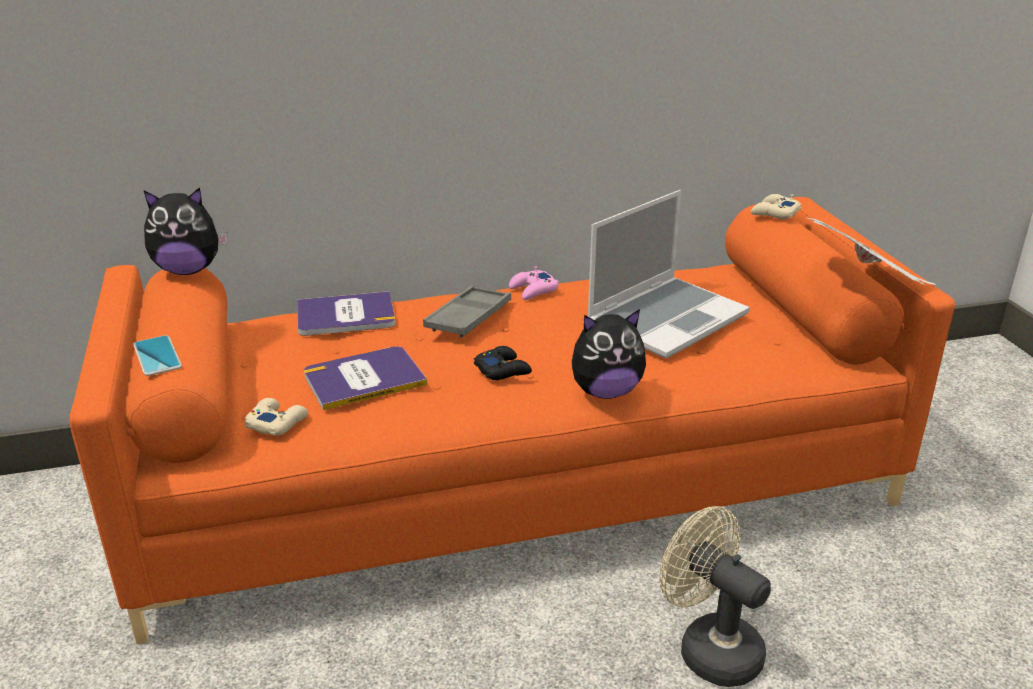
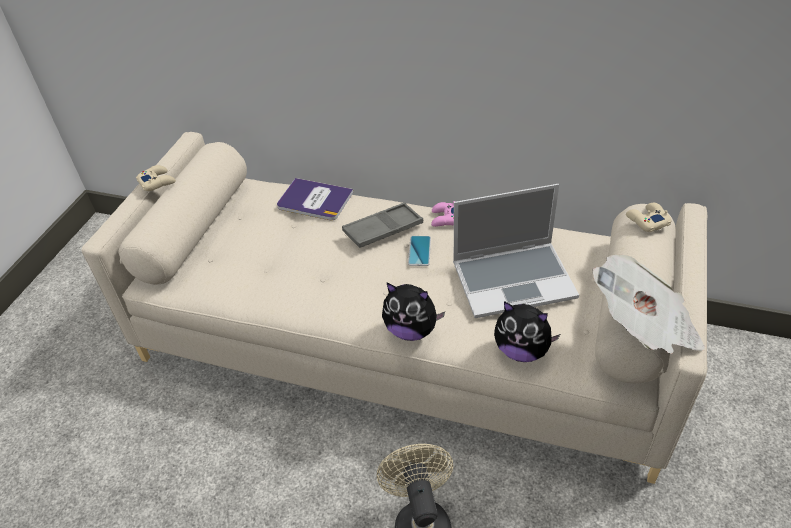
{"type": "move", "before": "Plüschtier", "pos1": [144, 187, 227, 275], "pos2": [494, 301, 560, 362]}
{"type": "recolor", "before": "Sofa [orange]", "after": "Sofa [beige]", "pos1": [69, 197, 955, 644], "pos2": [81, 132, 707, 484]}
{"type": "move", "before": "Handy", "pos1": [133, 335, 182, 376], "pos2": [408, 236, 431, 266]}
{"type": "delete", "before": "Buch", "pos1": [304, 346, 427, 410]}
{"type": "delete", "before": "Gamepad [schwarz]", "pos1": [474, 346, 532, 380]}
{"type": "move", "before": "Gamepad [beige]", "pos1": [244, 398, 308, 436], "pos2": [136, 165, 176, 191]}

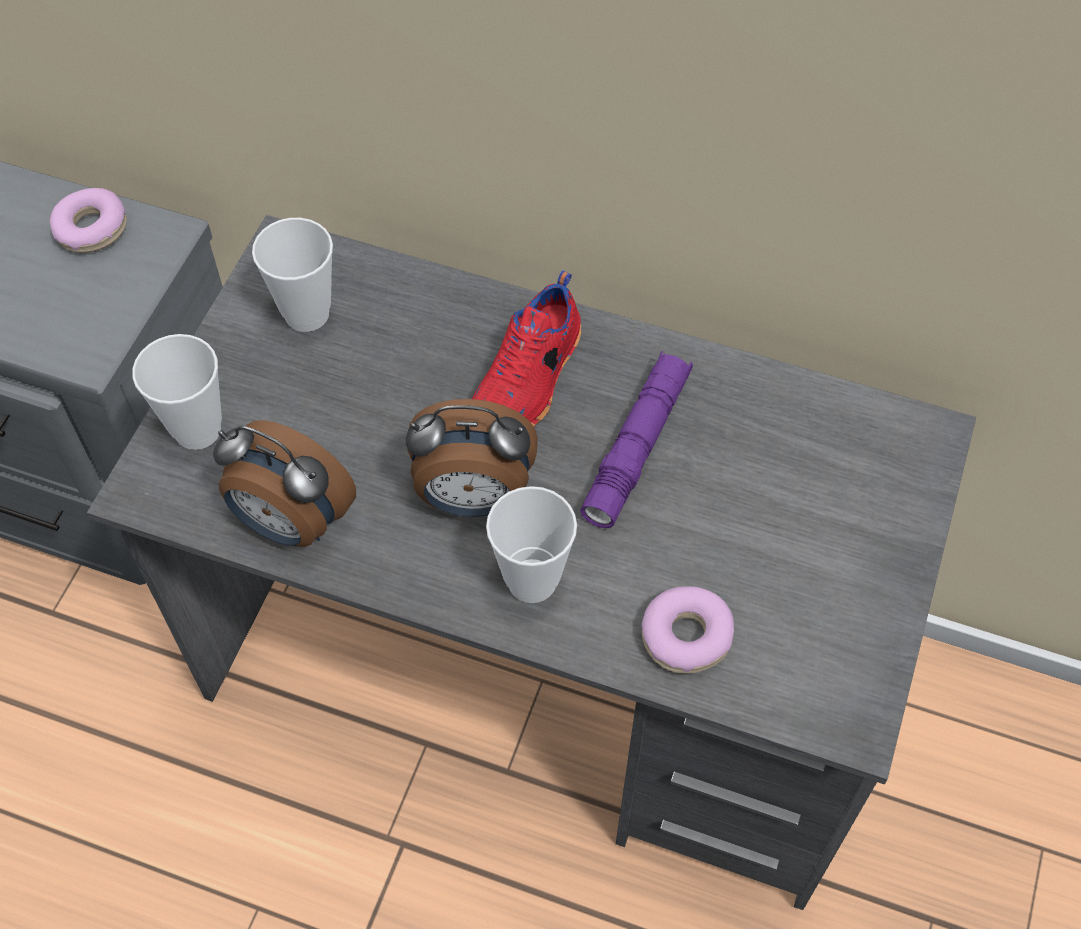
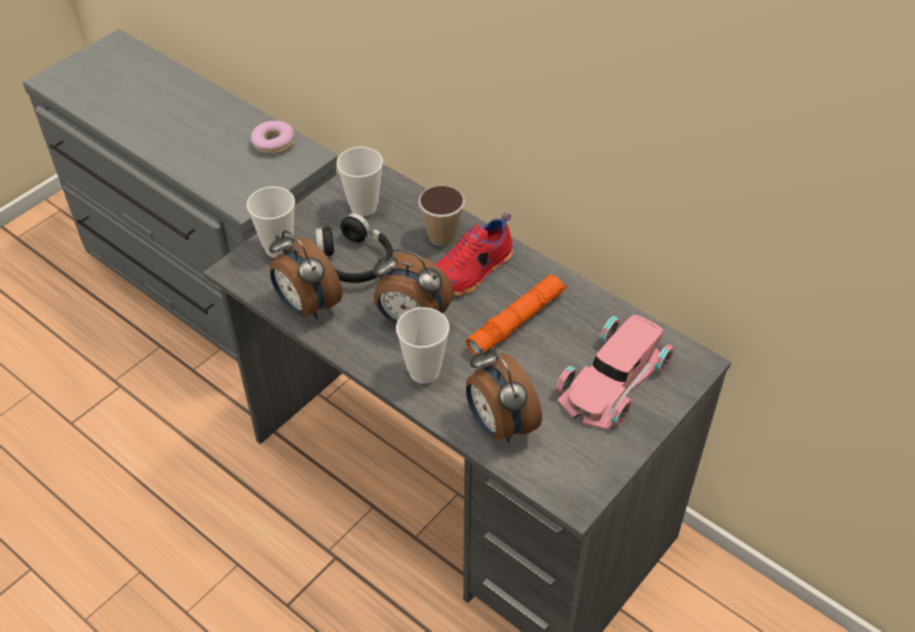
{"type": "recolor", "before": "Taschenlampe [lila]", "after": "Taschenlampe [orange]", "pos1": [580, 351, 693, 528], "pos2": [466, 274, 567, 355]}
{"type": "replace", "before": "Donut", "after": "Wecker", "pos1": [641, 586, 734, 674], "pos2": [466, 347, 542, 443]}
{"type": "insert", "after": "Tasse", "pos2": [418, 185, 465, 246]}
{"type": "insert", "after": "Kopfhörer [schwarz]", "pos2": [315, 213, 393, 283]}
{"type": "insert", "after": "Spielzeugauto [rosa]", "pos2": [556, 314, 674, 430]}

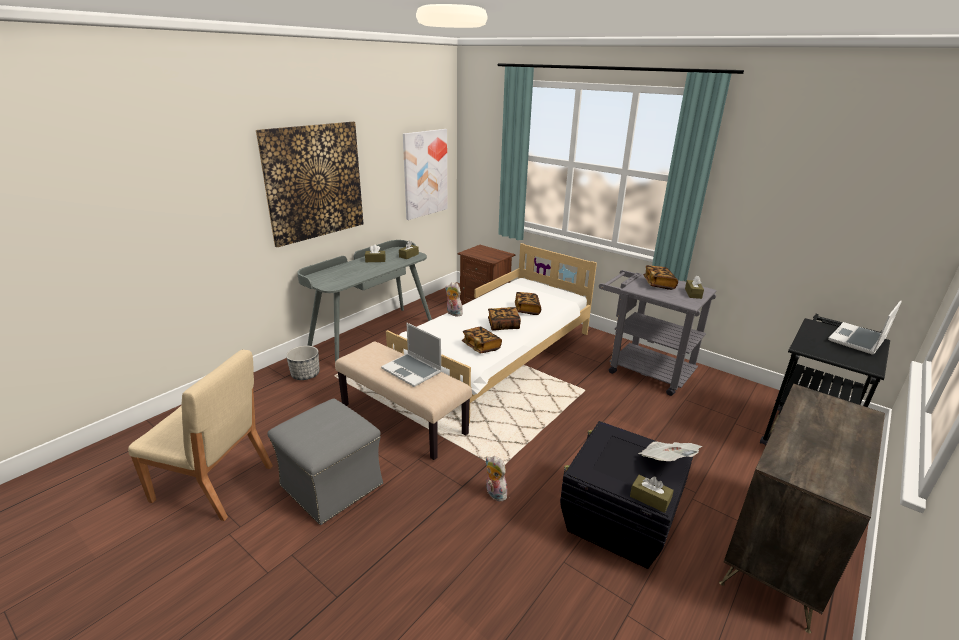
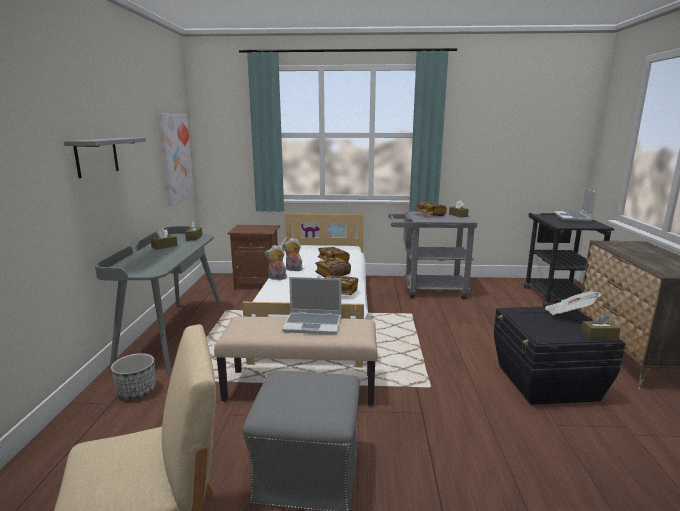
{"type": "replace", "before": "Bild", "after": "Wandregal [grau]", "pos1": [256, 122, 363, 247], "pos2": [64, 138, 146, 178]}
{"type": "move", "before": "Plüschtier", "pos1": [486, 456, 508, 502], "pos2": [283, 238, 303, 271]}

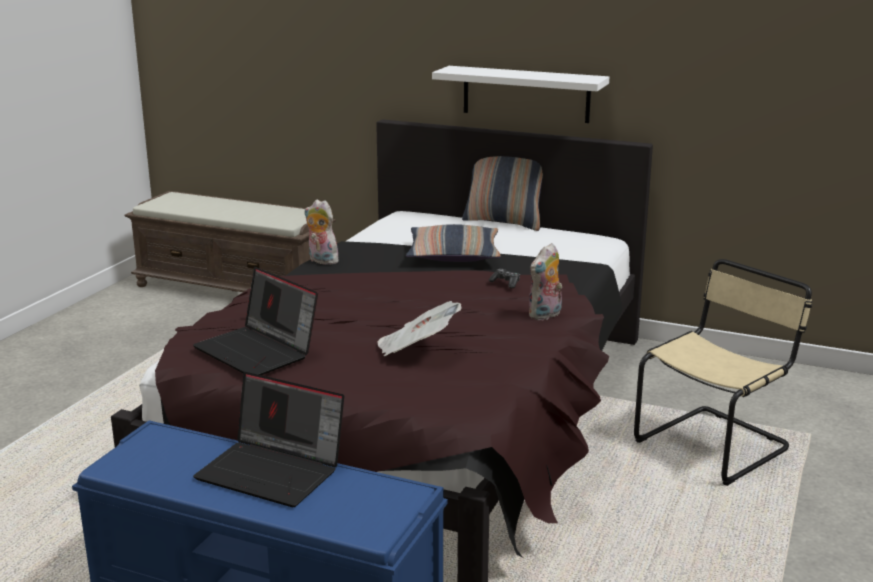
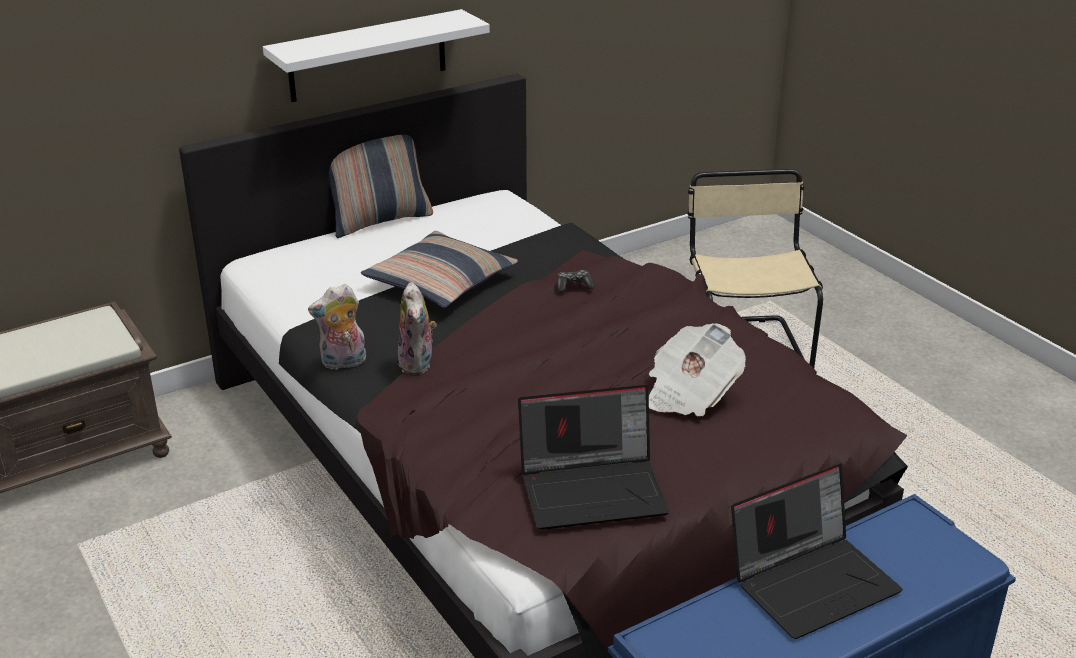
{"type": "move", "before": "Plüschtier", "pos1": [529, 243, 562, 321], "pos2": [398, 282, 437, 375]}

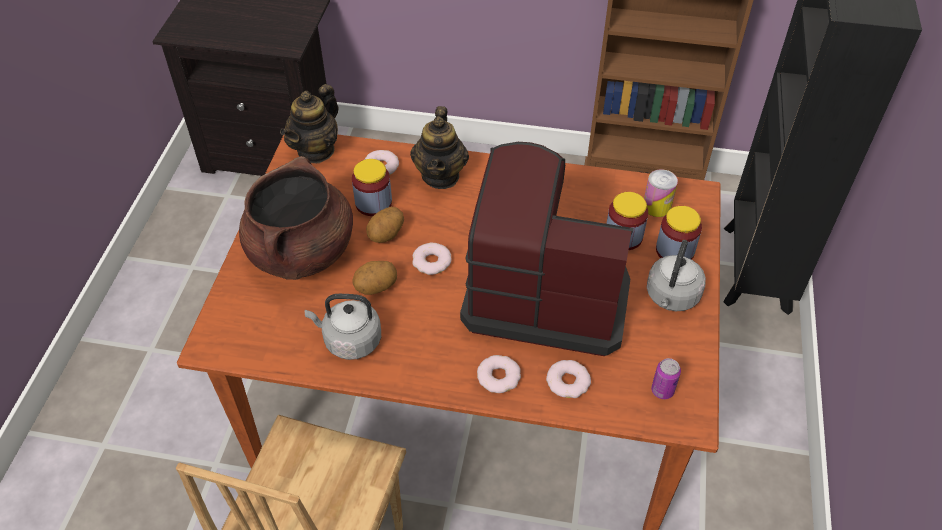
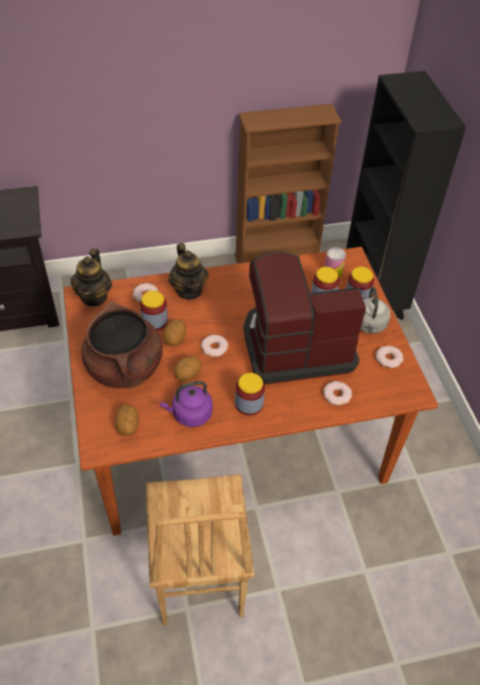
{"type": "recolor", "before": "Wasserkessel [grau]", "after": "Wasserkessel [lila]", "pos1": [305, 294, 381, 360], "pos2": [160, 381, 213, 427]}
{"type": "move", "before": "Donut", "pos1": [477, 355, 521, 393], "pos2": [376, 346, 404, 368]}
{"type": "delete", "before": "Dose", "pos1": [651, 358, 681, 399]}
{"type": "insert", "after": "Vorratsglas", "pos2": [235, 373, 265, 415]}
{"type": "insert", "after": "Kartoffel", "pos2": [115, 404, 139, 436]}

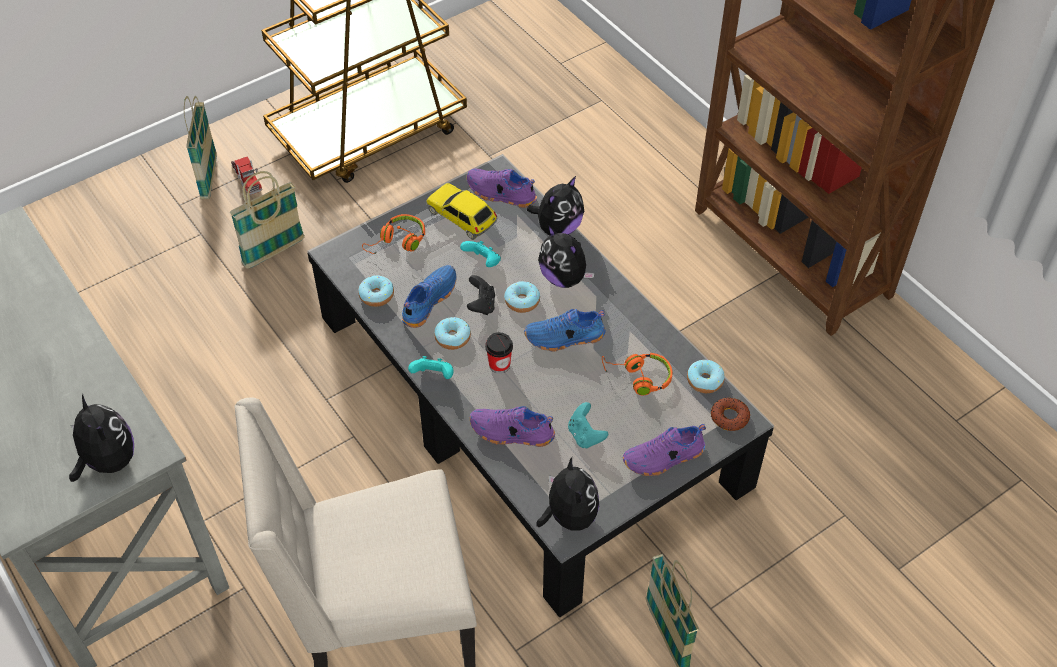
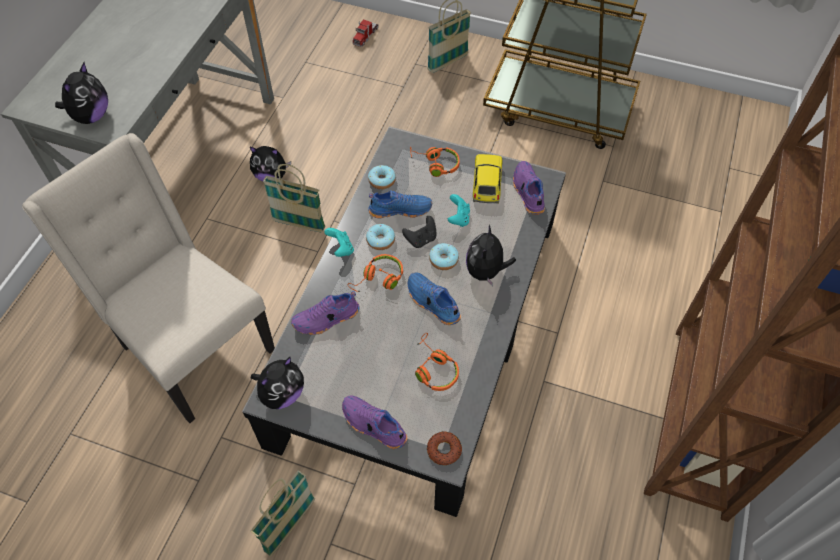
{"type": "move", "before": "Spielzeuglaster", "pos1": [231, 156, 262, 195], "pos2": [352, 19, 379, 47]}
{"type": "move", "before": "Korb", "pos1": [230, 171, 305, 268], "pos2": [263, 164, 325, 232]}
{"type": "move", "before": "Plüschtier", "pos1": [527, 176, 584, 235], "pos2": [249, 146, 291, 182]}
{"type": "replace", "before": "Tasse", "after": "Kopfhörer [orange]", "pos1": [485, 332, 513, 374], "pos2": [348, 254, 403, 292]}
{"type": "delete", "before": "Donut", "pos1": [687, 359, 725, 393]}
{"type": "delete", "before": "Gamepad [türkis]", "pos1": [568, 402, 608, 448]}
{"type": "rotate", "before": "Schuh [lila]", "pos1": [470, 406, 555, 447], "pos2": [291, 291, 359, 335], "turn": -90}

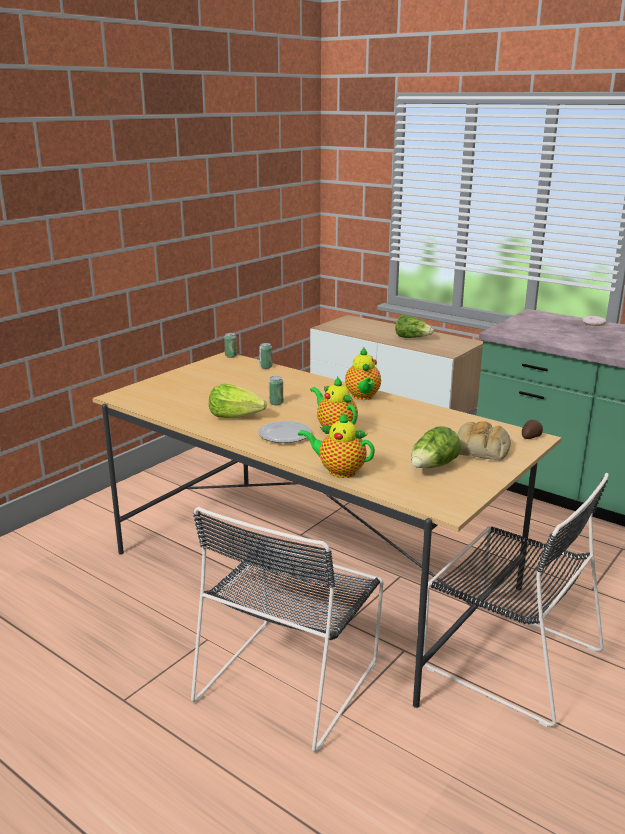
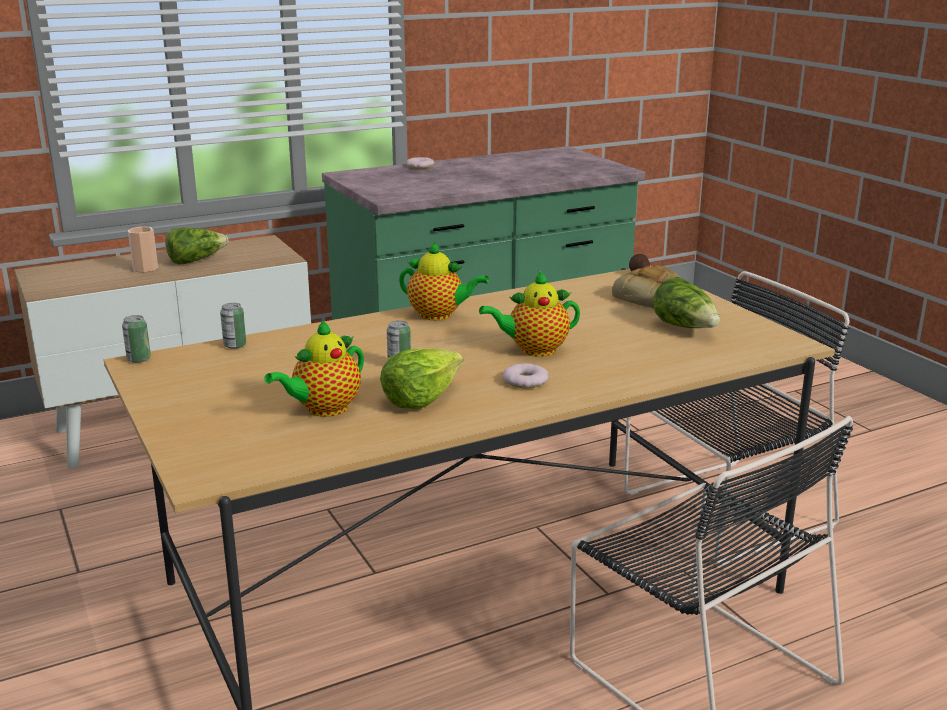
{"type": "move", "before": "Teekanne", "pos1": [298, 412, 375, 478], "pos2": [264, 320, 364, 417]}
{"type": "replace", "before": "Teller", "after": "Donut", "pos1": [258, 421, 311, 443], "pos2": [503, 363, 548, 389]}
{"type": "insert", "after": "Tasse", "pos2": [128, 226, 158, 273]}

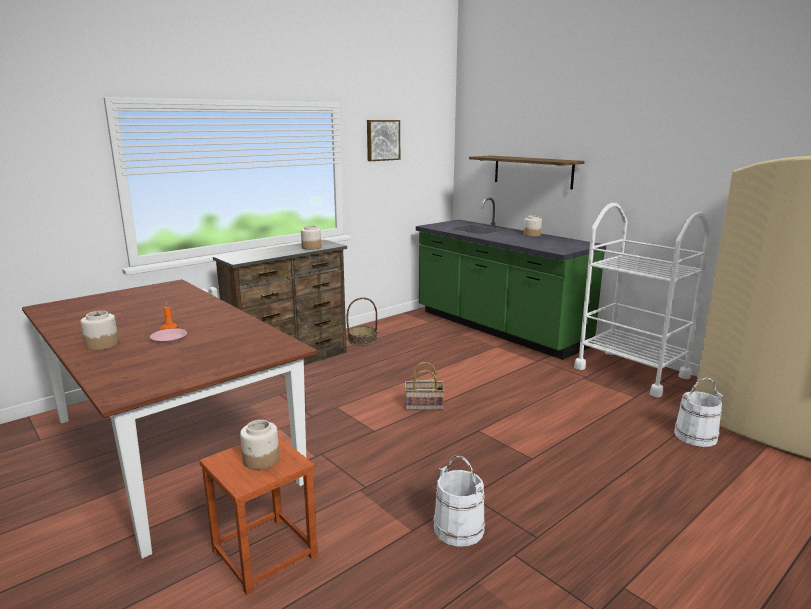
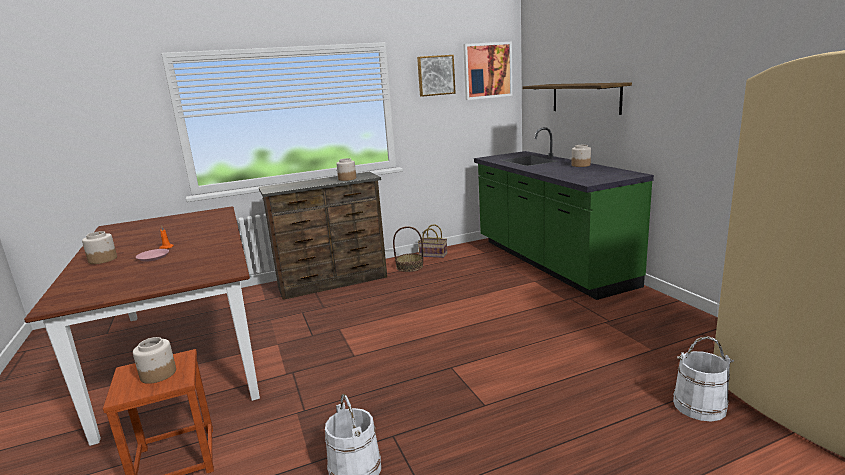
{"type": "delete", "before": "Rollwagen [weiß]", "pos1": [574, 203, 710, 397]}
{"type": "move", "before": "Korb", "pos1": [405, 362, 445, 411], "pos2": [418, 224, 447, 258]}
{"type": "insert", "after": "Bild", "pos2": [463, 42, 513, 100]}

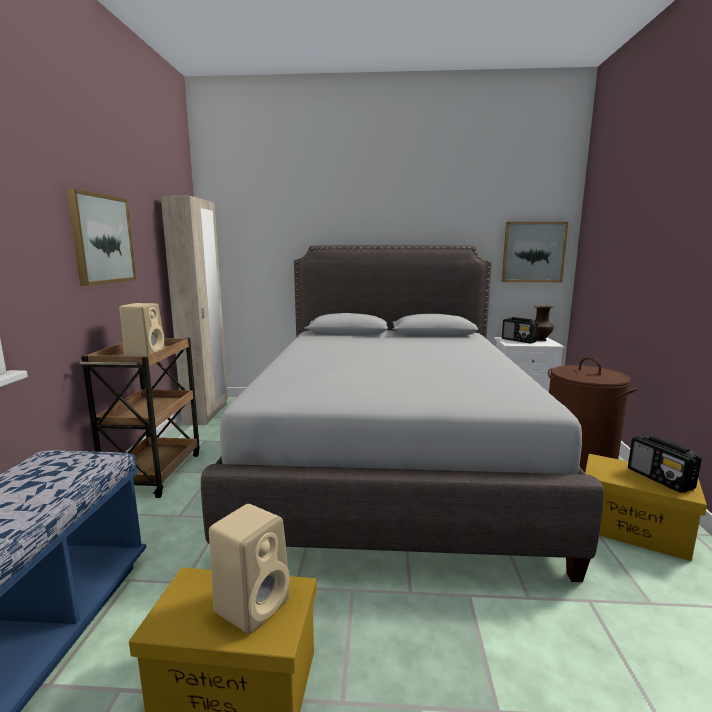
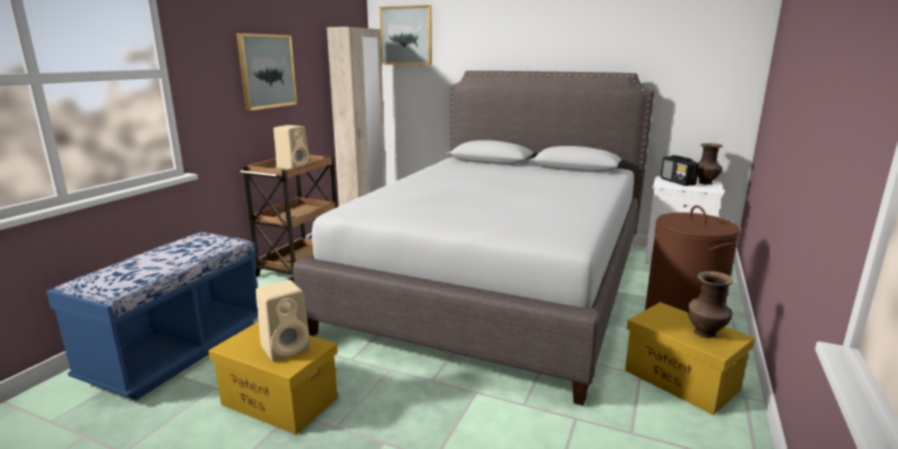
{"type": "move", "before": "Bild", "pos1": [502, 222, 568, 282], "pos2": [380, 5, 432, 65]}
{"type": "replace", "before": "Radio", "after": "Vase [braun]", "pos1": [628, 435, 702, 493], "pos2": [687, 271, 734, 338]}

